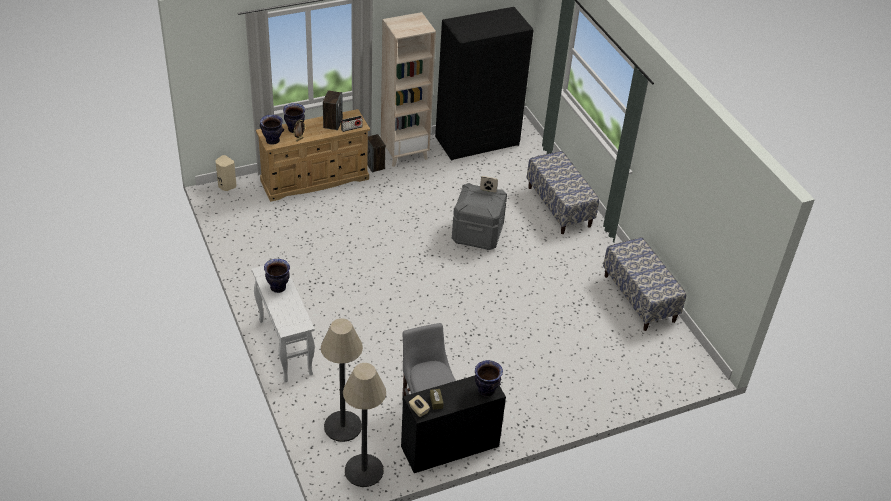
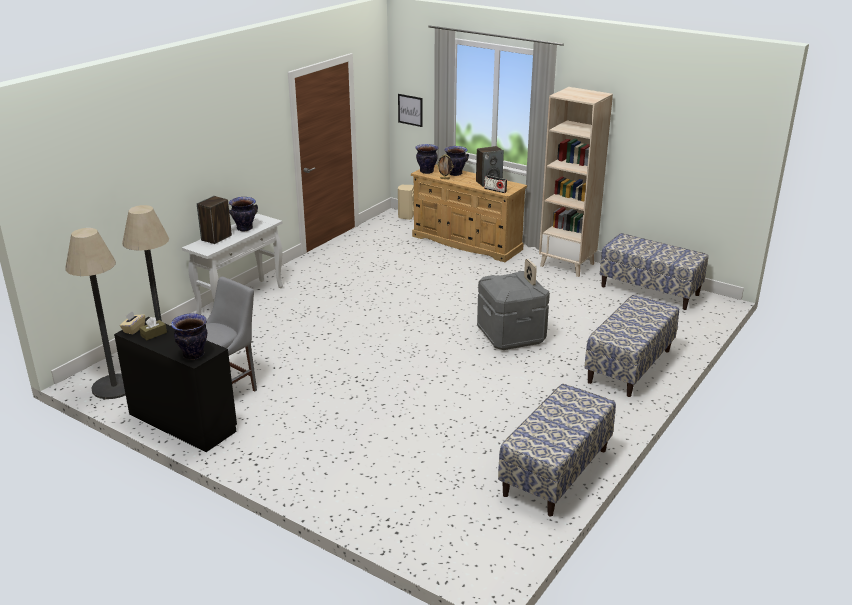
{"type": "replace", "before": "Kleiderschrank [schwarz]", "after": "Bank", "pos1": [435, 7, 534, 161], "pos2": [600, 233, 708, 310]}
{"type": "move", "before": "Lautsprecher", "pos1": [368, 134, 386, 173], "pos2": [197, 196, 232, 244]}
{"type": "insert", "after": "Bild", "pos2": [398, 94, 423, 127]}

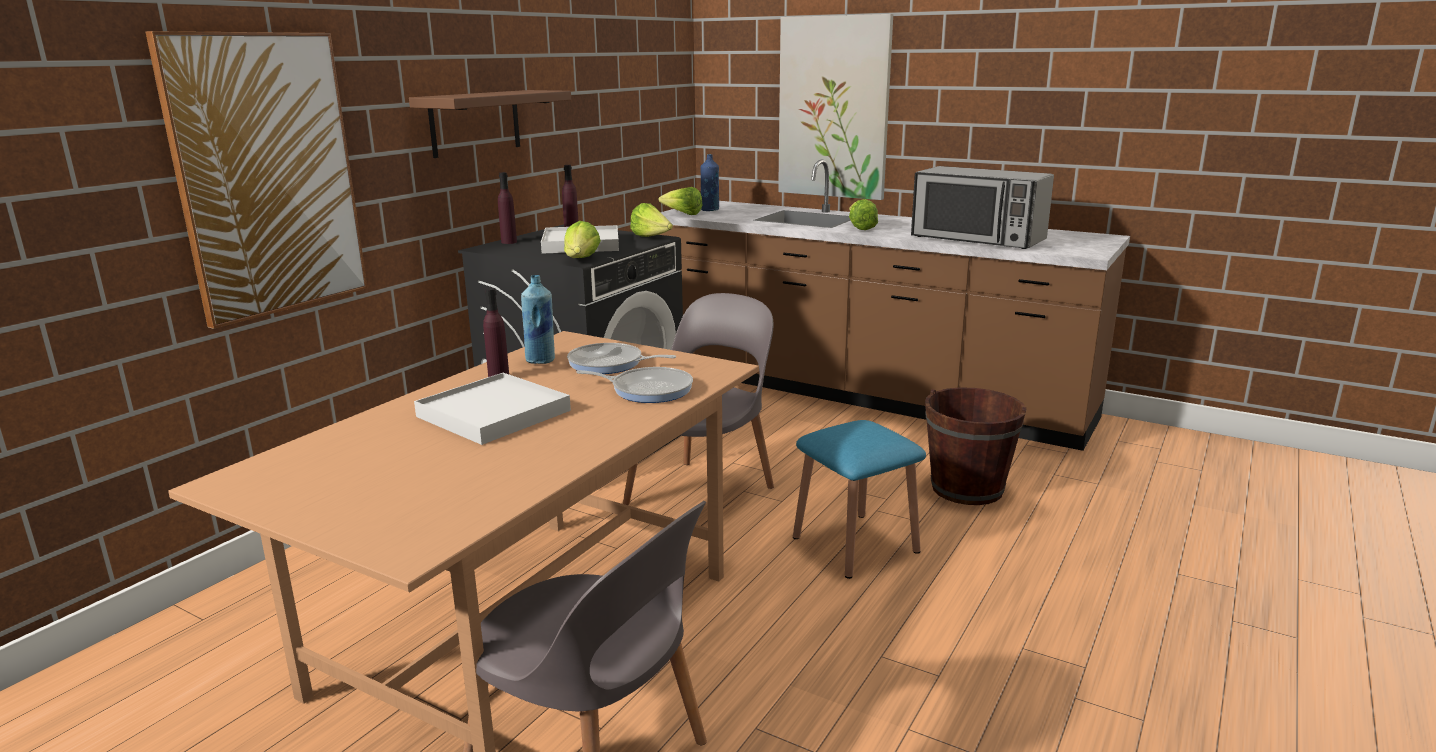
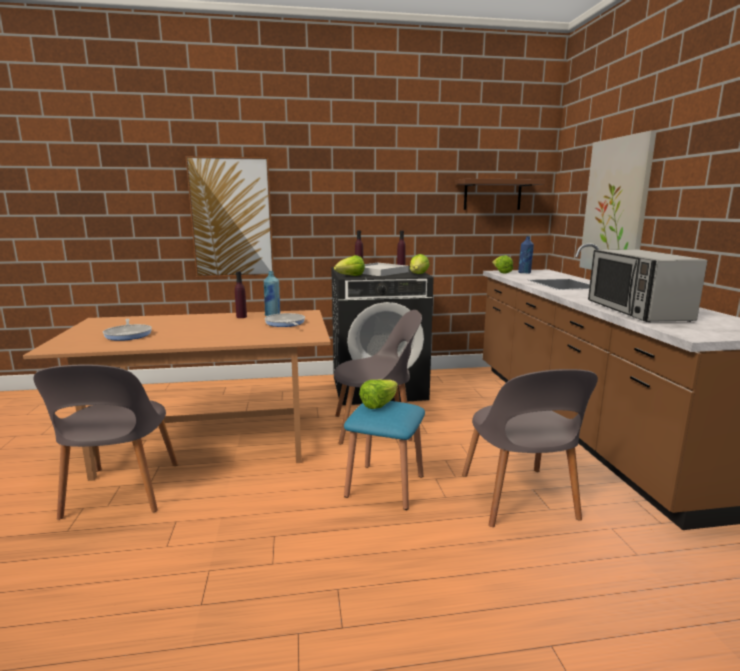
{"type": "move", "before": "Wandregal [braun]", "pos1": [409, 90, 571, 158], "pos2": [455, 179, 546, 210]}
{"type": "move", "before": "Salatkopf", "pos1": [849, 199, 878, 230], "pos2": [359, 380, 398, 409]}
{"type": "move", "before": "Pfanne", "pos1": [576, 367, 693, 403], "pos2": [103, 319, 152, 341]}
{"type": "delete", "before": "Tablett [weiß]", "pos1": [414, 373, 571, 445]}
{"type": "replace", "before": "Eimer [braun]", "after": "Stuhl [grau]", "pos1": [925, 387, 1027, 505], "pos2": [462, 369, 598, 527]}

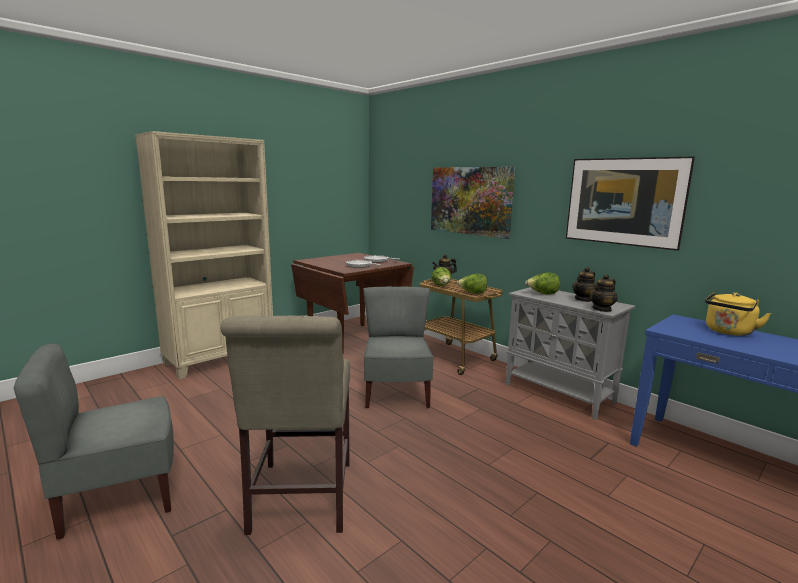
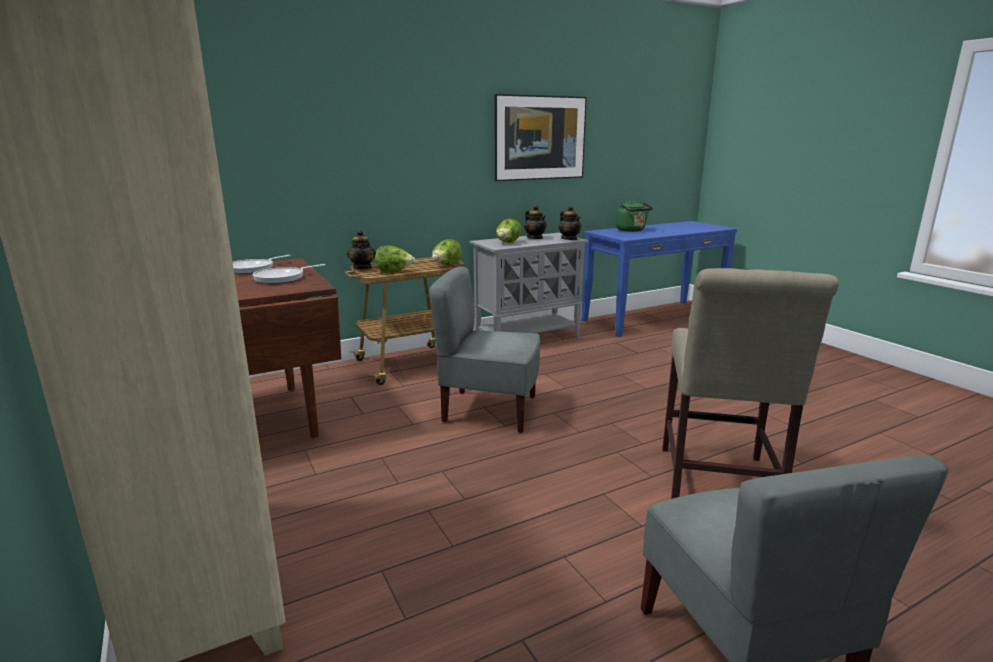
{"type": "delete", "before": "Bild", "pos1": [431, 167, 515, 239]}
{"type": "recolor", "before": "Wasserkessel [gelb]", "after": "Wasserkessel [grün]", "pos1": [705, 292, 771, 336], "pos2": [615, 201, 653, 232]}
{"type": "rotate", "before": "Stuhl [beige]", "pos1": [221, 315, 350, 535], "pos2": [662, 268, 839, 499], "turn": 90}

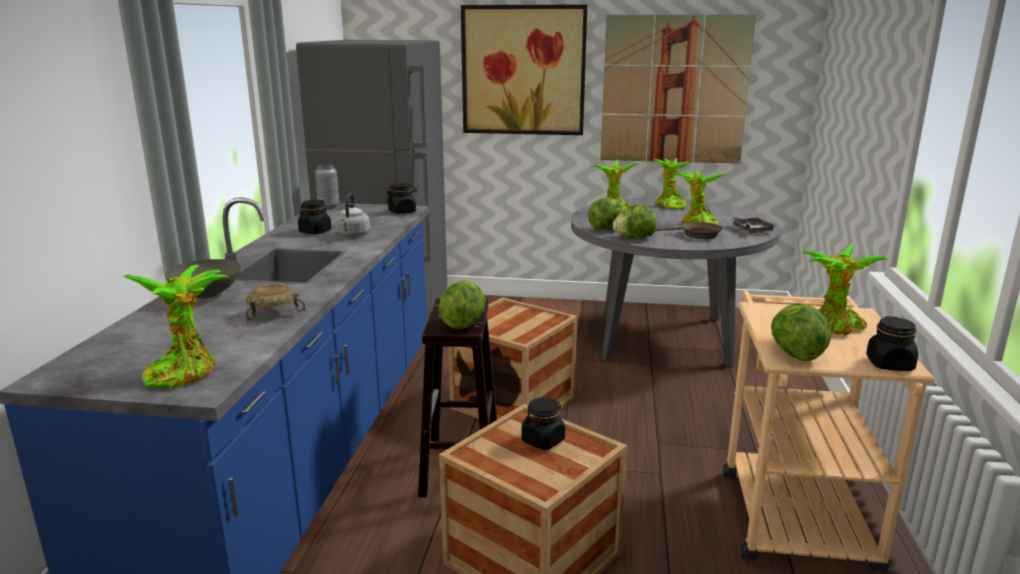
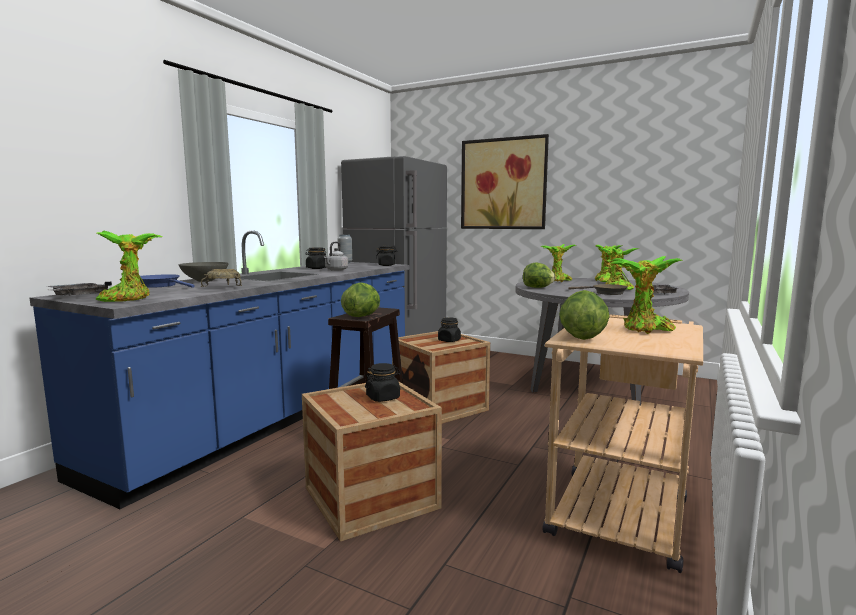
{"type": "delete", "before": "Bild", "pos1": [600, 14, 756, 164]}
{"type": "delete", "before": "Salatkopf", "pos1": [613, 205, 656, 238]}
{"type": "move", "before": "Vorratsglas [schwarz]", "pos1": [866, 316, 918, 371], "pos2": [438, 317, 461, 342]}
{"type": "insert", "after": "Pfanne [blau]", "pos2": [140, 274, 195, 288]}
{"type": "insert", "after": "Tablett [grau]", "pos2": [47, 282, 112, 296]}

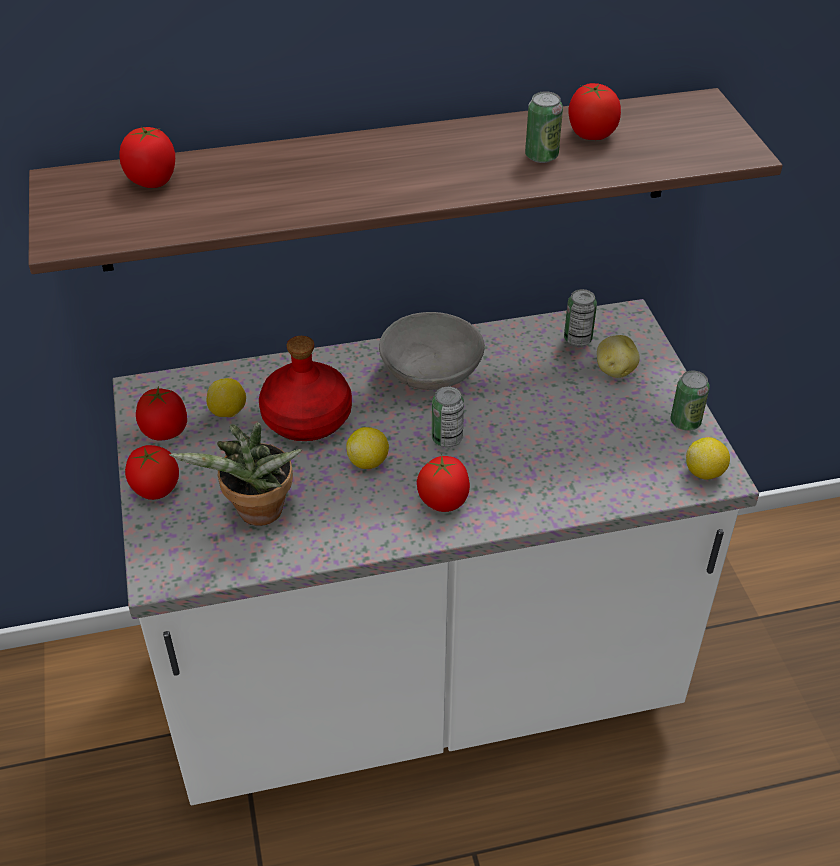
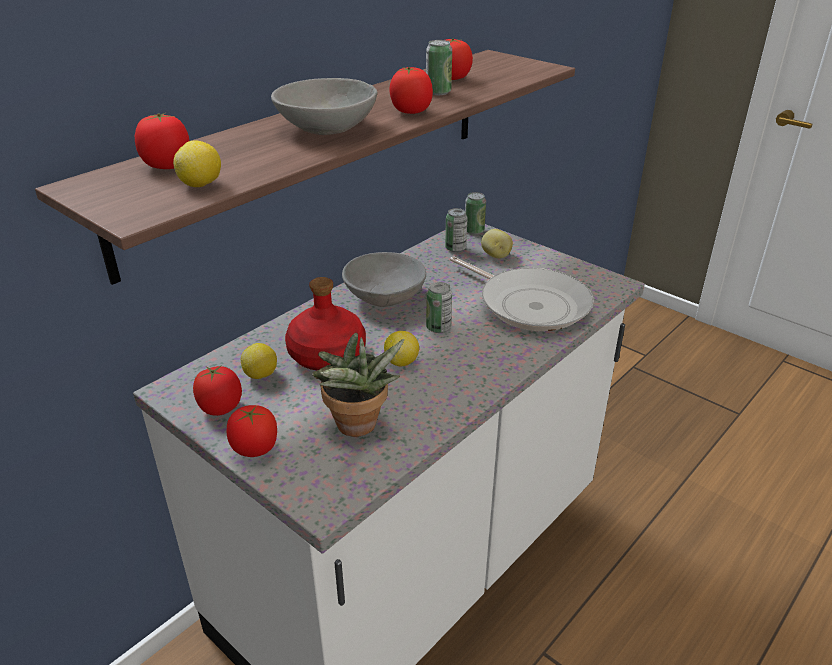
{"type": "move", "before": "Dose", "pos1": [671, 371, 709, 431], "pos2": [465, 192, 486, 234]}
{"type": "move", "before": "Zitrone", "pos1": [686, 437, 730, 480], "pos2": [173, 141, 221, 187]}
{"type": "move", "before": "Tomate", "pos1": [417, 455, 470, 512], "pos2": [389, 67, 433, 114]}
{"type": "insert", "after": "Schüssel [grau]", "pos2": [271, 78, 377, 135]}
{"type": "insert", "after": "Pfanne", "pos2": [450, 256, 594, 331]}

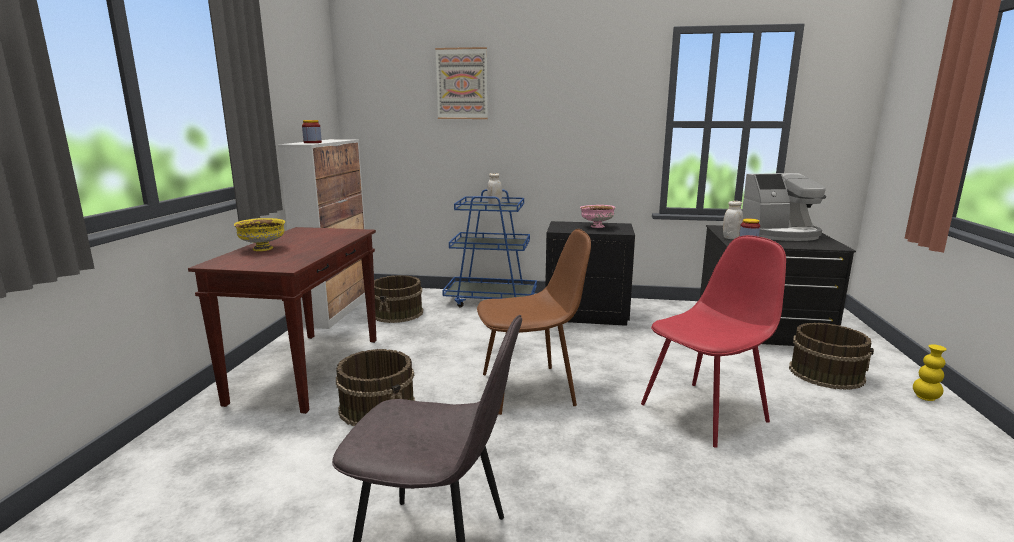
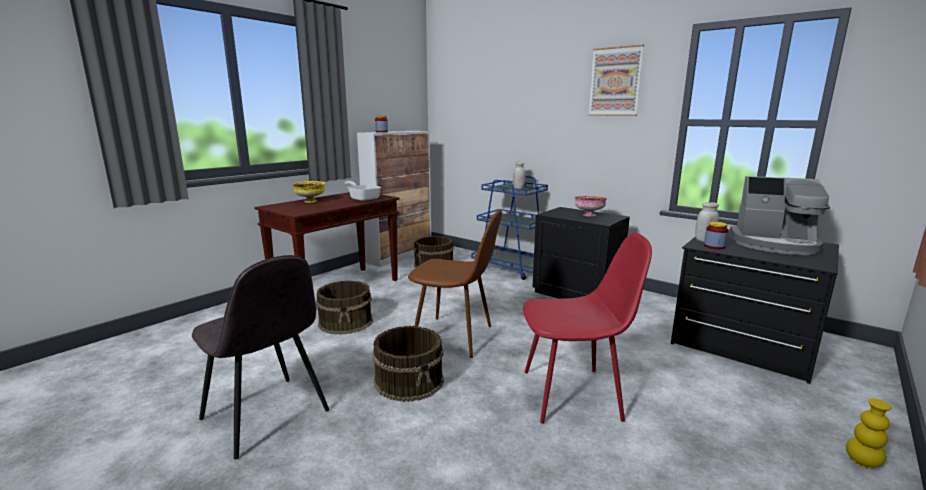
{"type": "move", "before": "Bild", "pos1": [435, 47, 488, 119], "pos2": [588, 44, 644, 116]}
{"type": "move", "before": "Eimer [braun]", "pos1": [789, 323, 874, 390], "pos2": [372, 326, 444, 402]}
{"type": "insert", "after": "Pfanne", "pos2": [344, 181, 381, 201]}

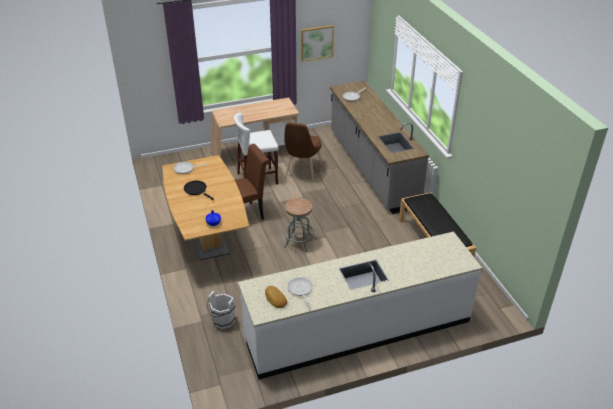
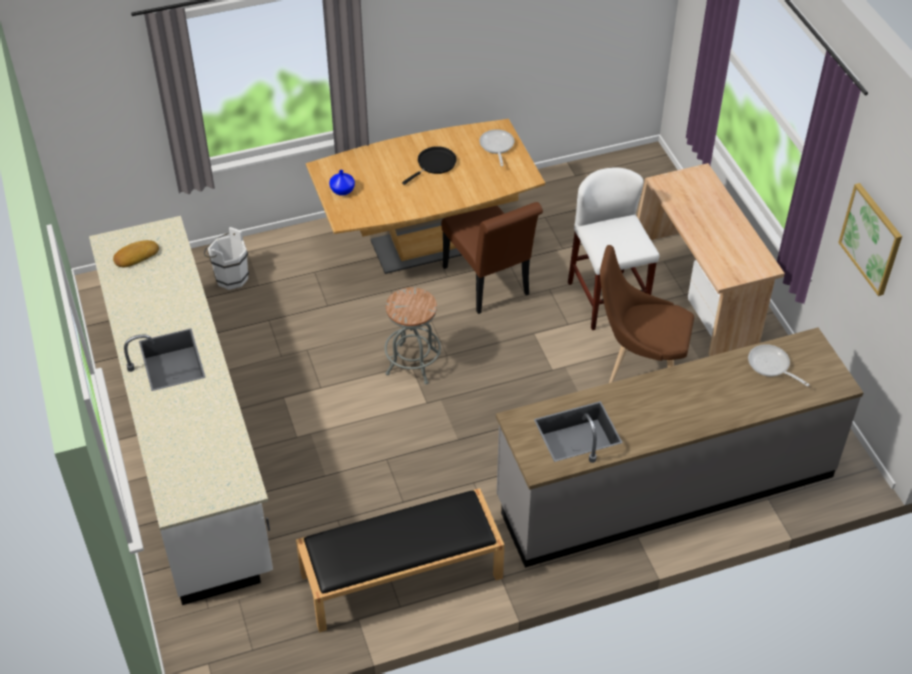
{"type": "delete", "before": "Pfanne", "pos1": [288, 277, 313, 306]}

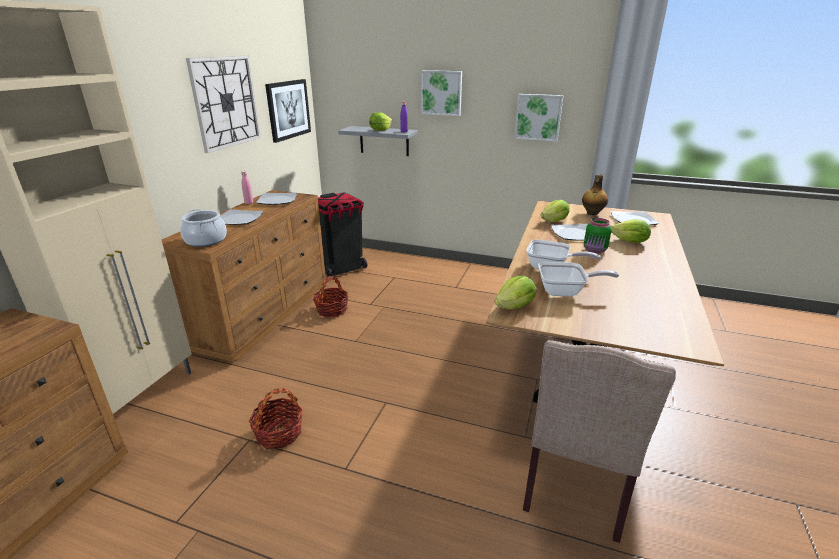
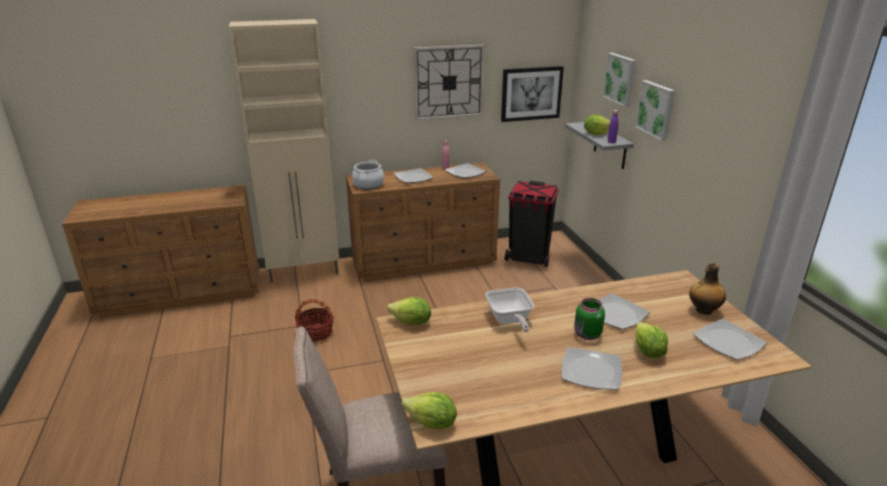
{"type": "move", "before": "Bild", "pos1": [514, 94, 564, 141], "pos2": [602, 53, 636, 107]}
{"type": "move", "before": "Salatkopf", "pos1": [540, 200, 569, 222], "pos2": [402, 392, 457, 430]}
{"type": "delete", "before": "Pfanne", "pos1": [538, 262, 619, 296]}
{"type": "delete", "before": "Korb", "pos1": [313, 276, 349, 317]}
{"type": "insert", "after": "Teller", "pos2": [561, 347, 622, 390]}

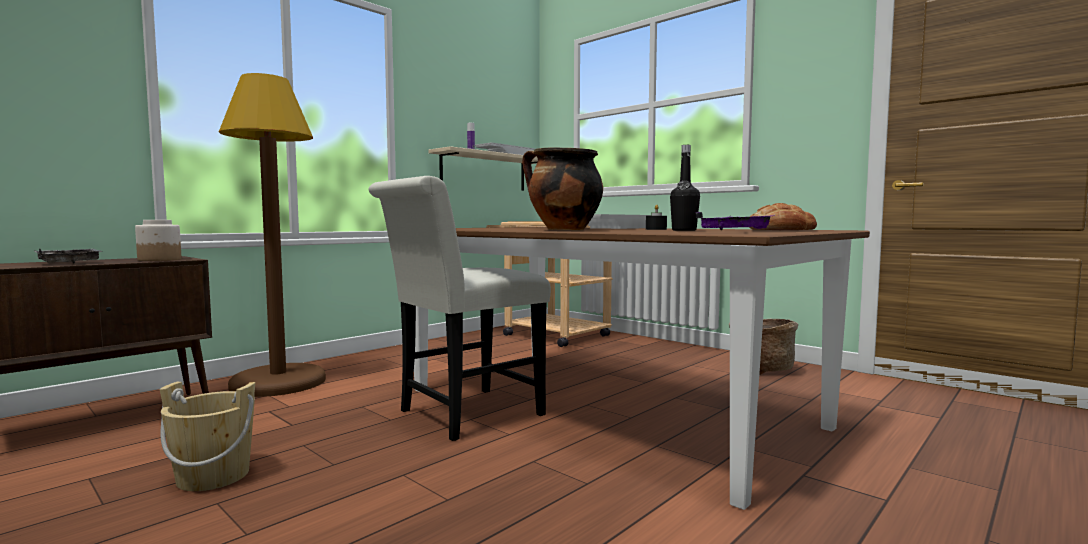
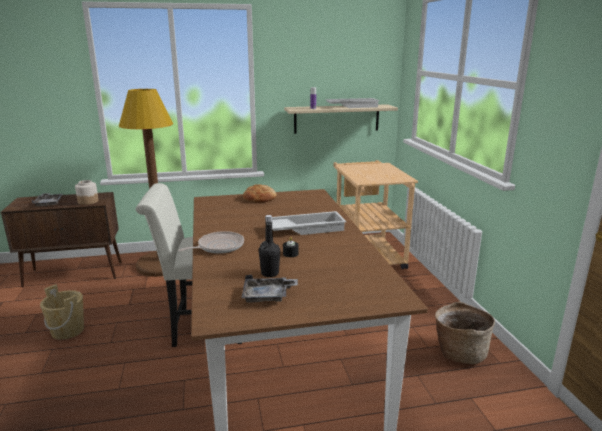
{"type": "replace", "before": "Kochtopf", "after": "Pfanne", "pos1": [522, 147, 603, 230], "pos2": [178, 231, 244, 254]}
{"type": "move", "before": "Brot", "pos1": [749, 203, 817, 230], "pos2": [243, 184, 276, 202]}
{"type": "recolor", "before": "Tablett [lila]", "after": "Tablett [grau]", "pos1": [696, 212, 774, 230], "pos2": [241, 275, 298, 302]}

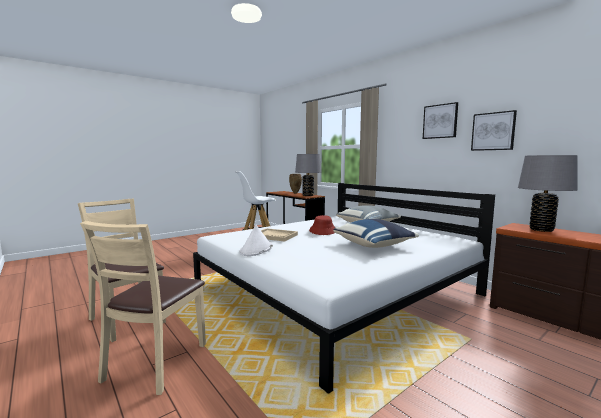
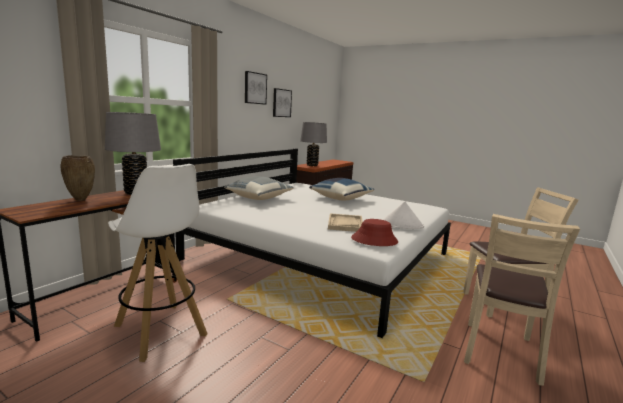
{"type": "move", "before": "Hut [rot]", "pos1": [309, 215, 335, 235], "pos2": [351, 219, 398, 246]}

